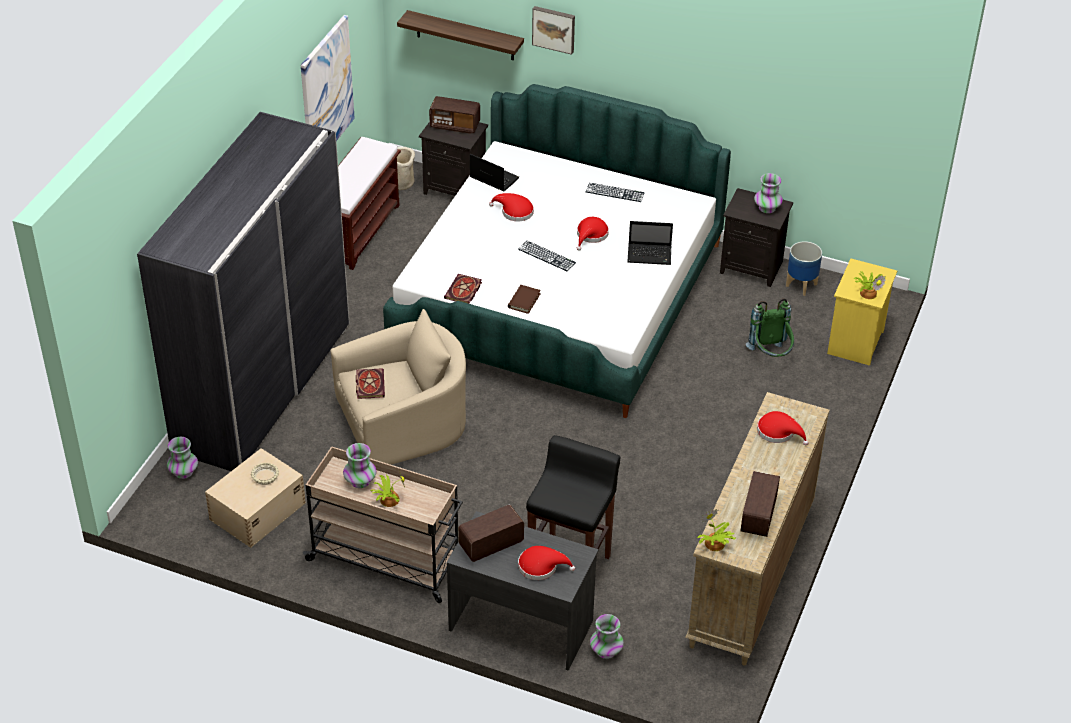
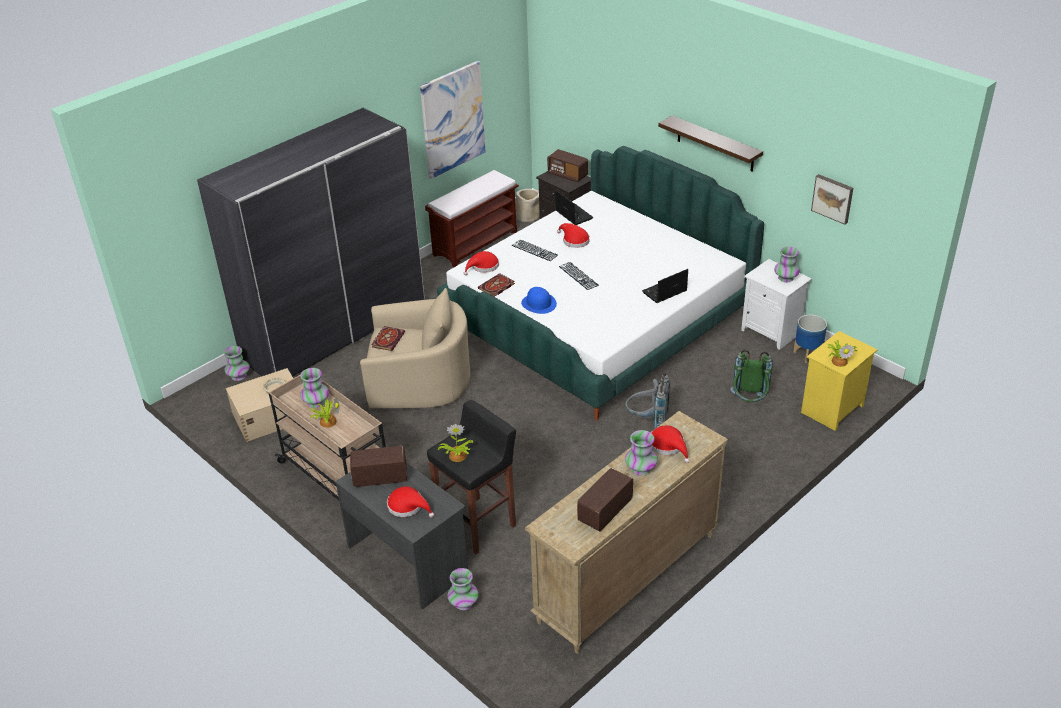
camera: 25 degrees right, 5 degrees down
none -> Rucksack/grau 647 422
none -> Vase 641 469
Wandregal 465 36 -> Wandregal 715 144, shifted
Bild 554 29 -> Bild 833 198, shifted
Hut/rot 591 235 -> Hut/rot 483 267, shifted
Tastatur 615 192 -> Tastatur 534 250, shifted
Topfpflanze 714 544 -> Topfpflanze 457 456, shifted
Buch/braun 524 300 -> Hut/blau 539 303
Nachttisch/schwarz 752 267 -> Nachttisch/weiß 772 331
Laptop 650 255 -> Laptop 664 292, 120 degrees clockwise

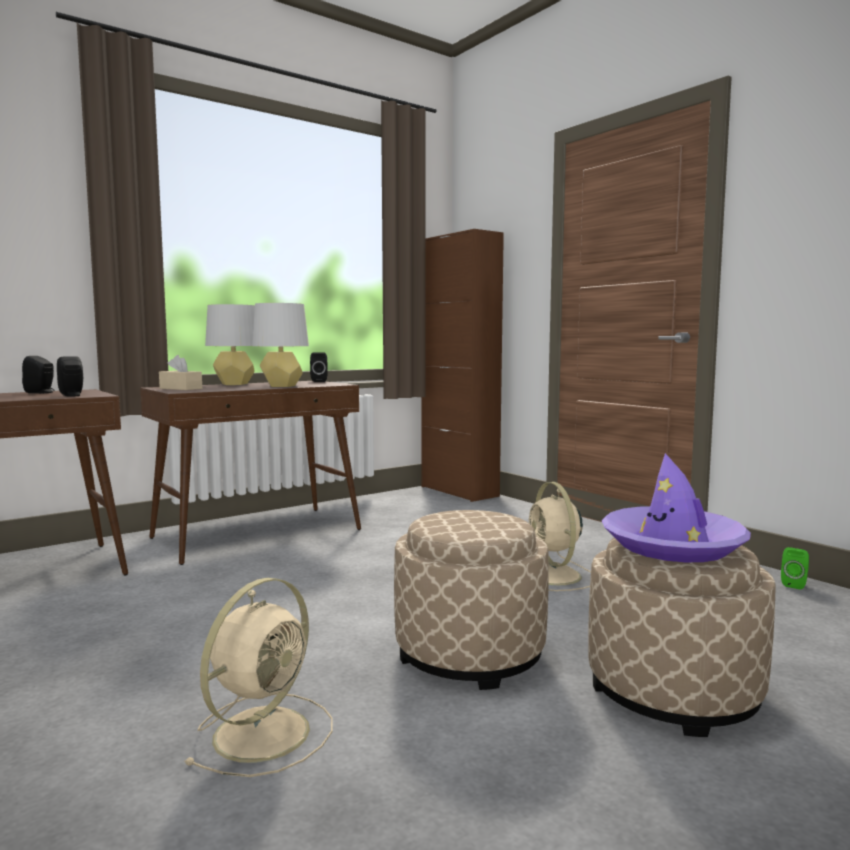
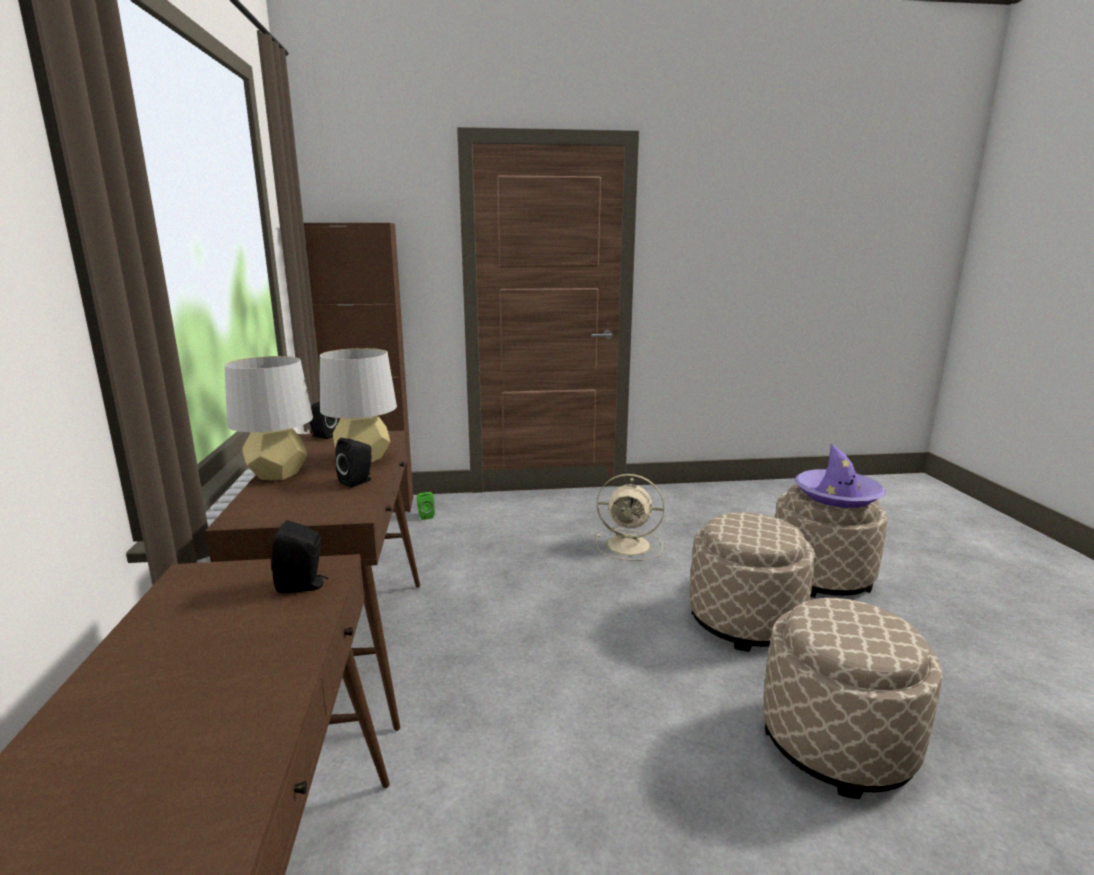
camera: 60 degrees left, 10 degrees up
Taschentuchbox/beige 181 388 -> none
Lautsprecher/schwarz 41 392 -> Lautsprecher/schwarz 358 481, shifted
Lautsprecher/grün 795 584 -> Lautsprecher/grün 425 516, shifted
Ventilator/beige 265 731 -> Polsterhocker/beige 837 742

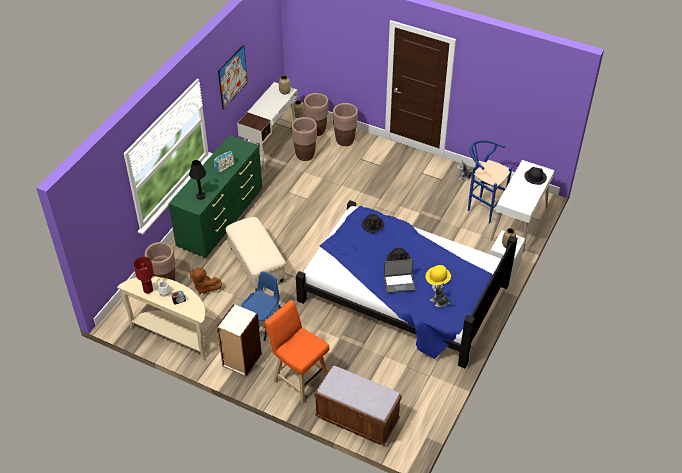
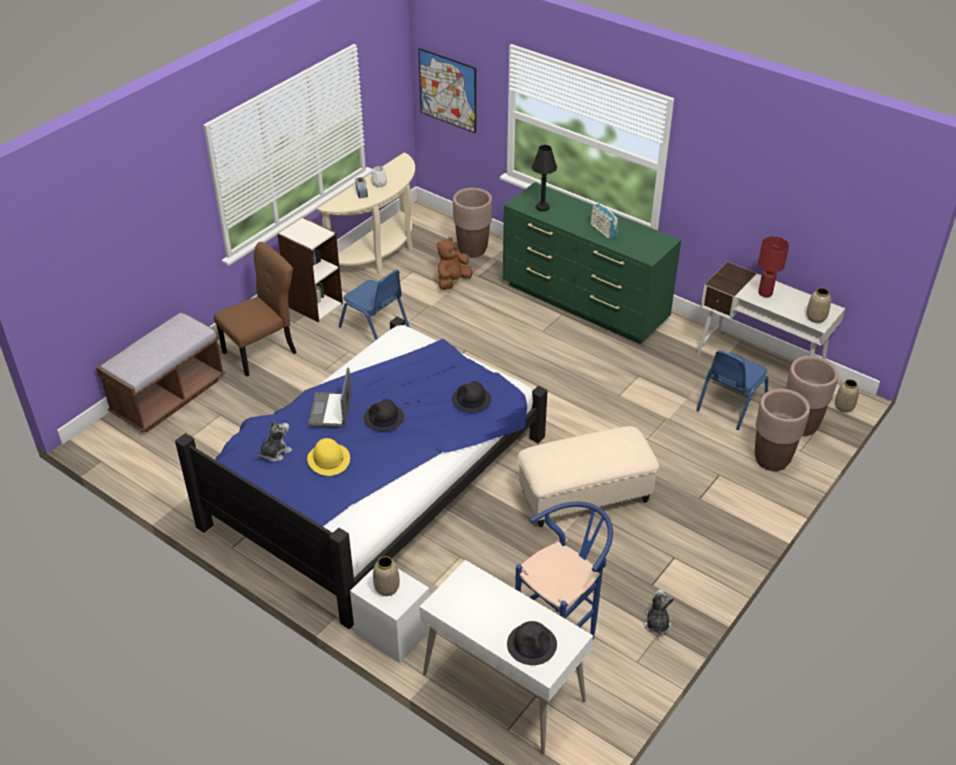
camera: 100 degrees right, 5 degrees down
Tischlampe/rot 148 290 -> Tischlampe/rot 764 293, shifted
Bild 232 76 -> Bild 447 90, shifted
Polsterhocker/beige 256 265 -> Polsterhocker/beige 585 495, shifted
Hocker/orange 299 378 -> Stuhl/braun 262 351
Pflanzkübel/braun 305 155 -> Stuhl/blau 730 404

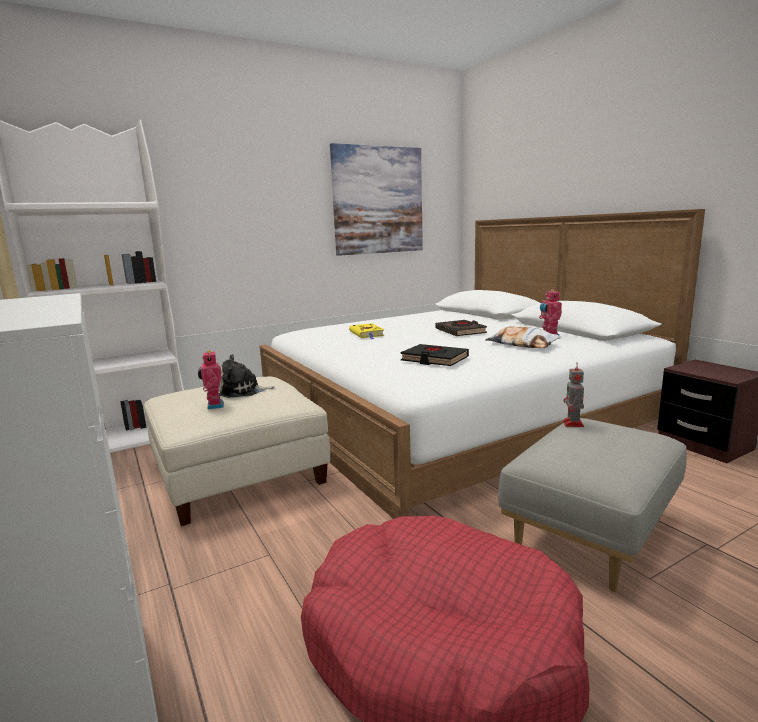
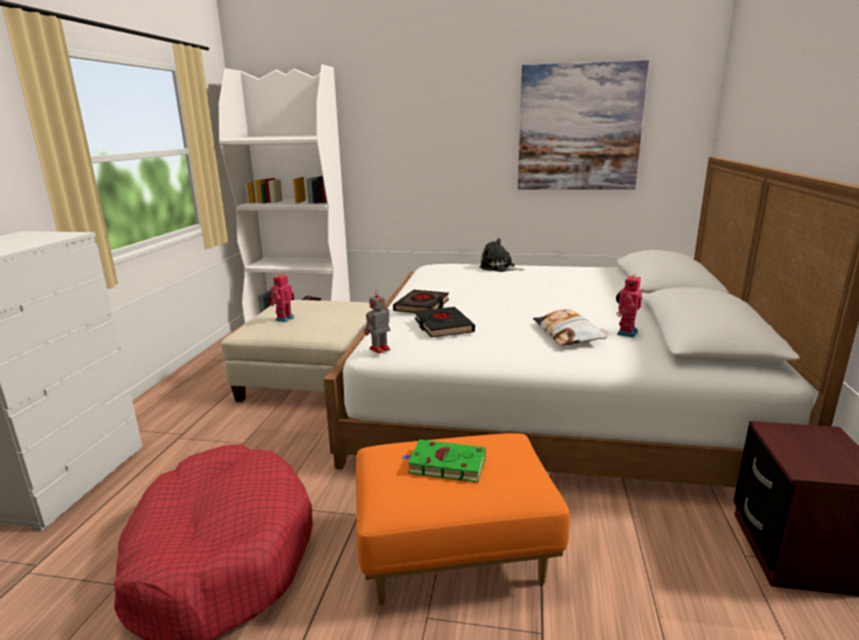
camera: 40 degrees right, 5 degrees up
Buch/gelb 367 334 -> none
none -> Buch/grün 445 465
Plüschtier 242 391 -> Plüschtier 499 268, shifted
Buch/schwarz 460 331 -> Buch/schwarz 422 306, shifted
Spielzeugroboter 573 424 -> Spielzeugroboter 378 349, shifted
Polsterhocker/grau 591 535 -> Polsterhocker/orange 453 556

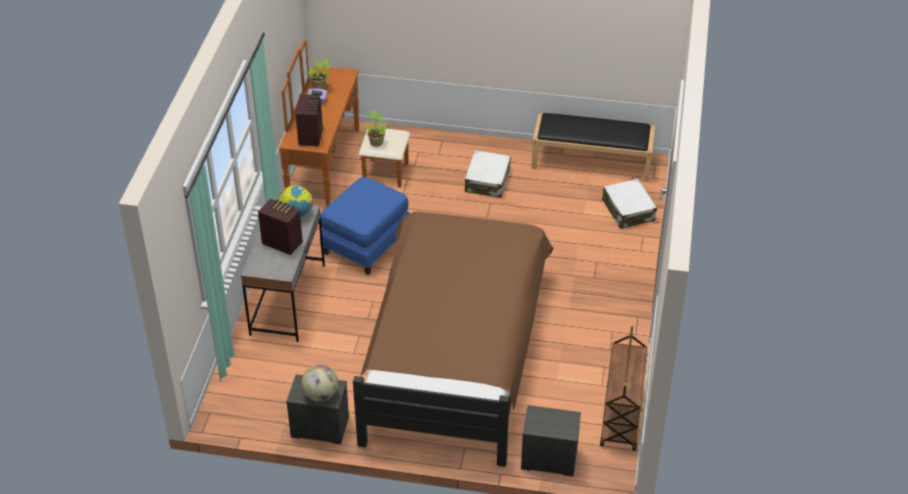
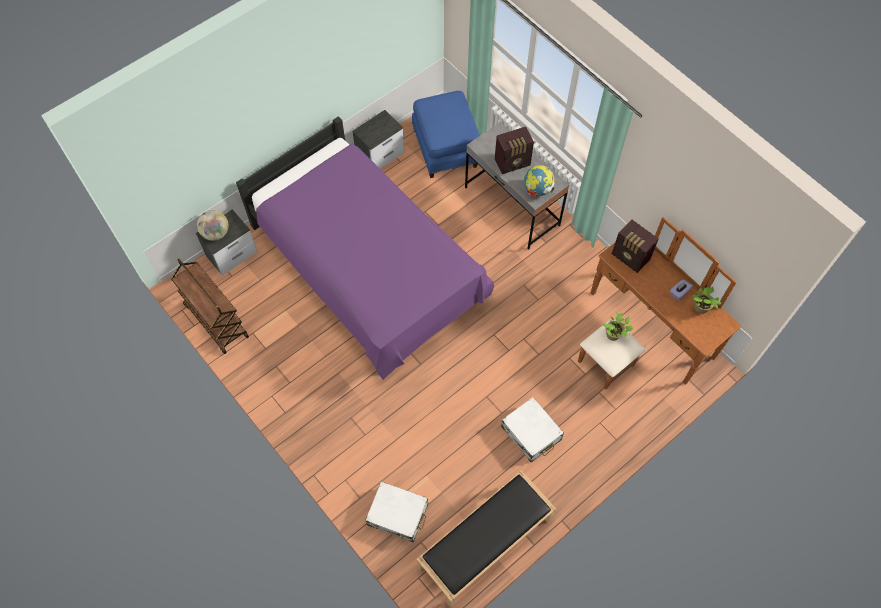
camera: 130 degrees right, 20 degrees up
Globus 321 395 -> Globus 216 233, shifted
Polsterhocker/blau 366 243 -> Polsterhocker/blau 446 147, shifted
Bett/braun 455 352 -> Bett/lila 368 269

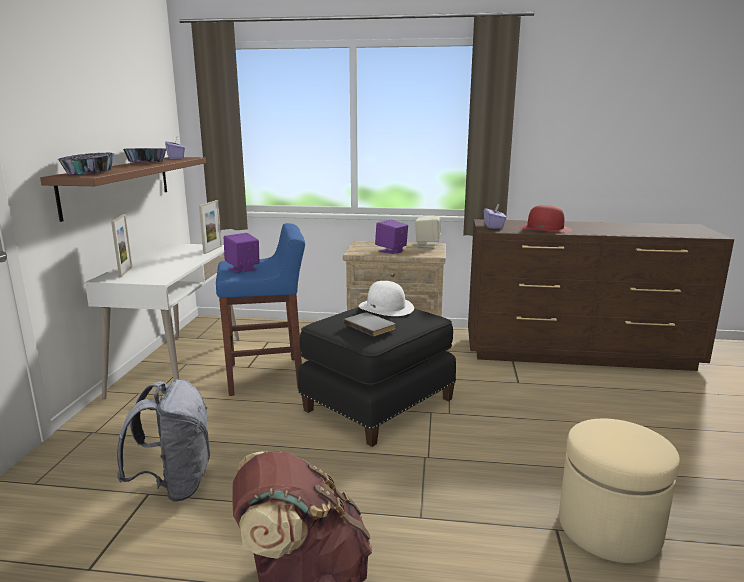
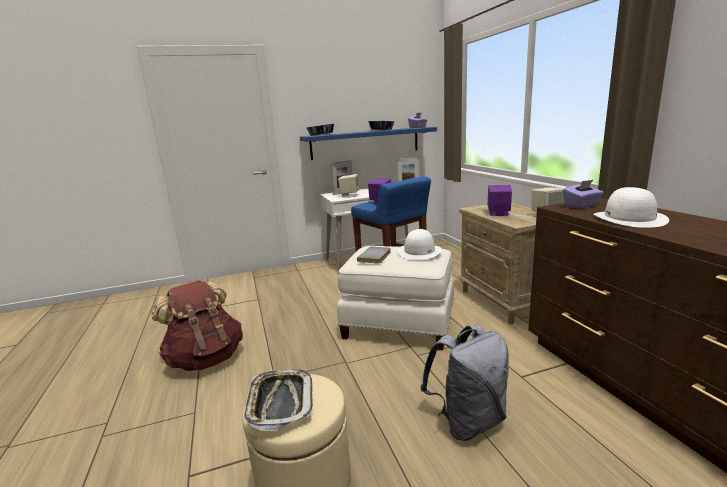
camera: 65 degrees right, 0 degrees up
none -> Tablett 280 402
none -> Lautsprecher/beige 349 195
Rucksack/grau 175 485 -> Rucksack/grau 468 421, shifted
Wandregal/braun 118 185 -> Wandregal/blau 365 143
Polsterhocker/schwarz 377 403 -> Polsterhocker/weiß 399 323
Hut/rot 545 228 -> Hut/weiß 629 218

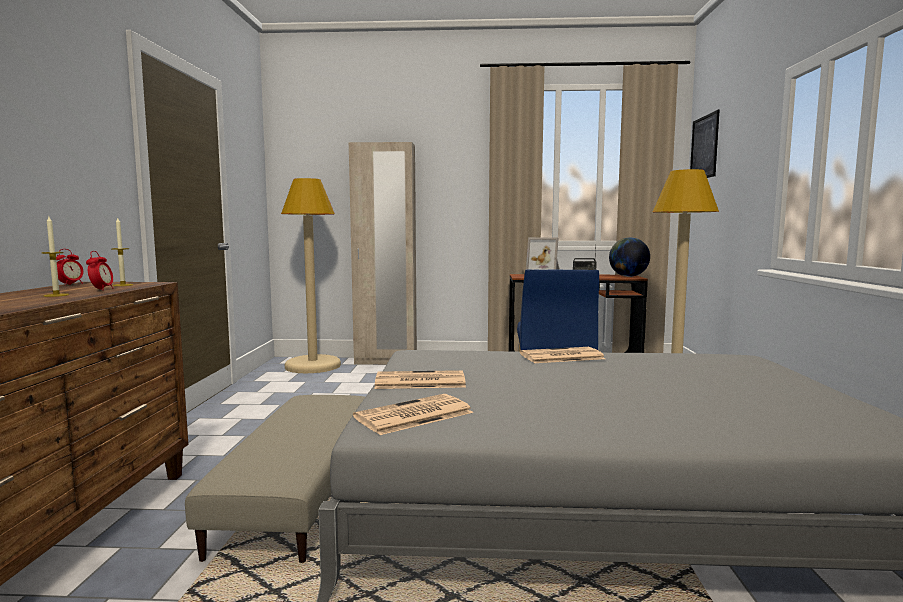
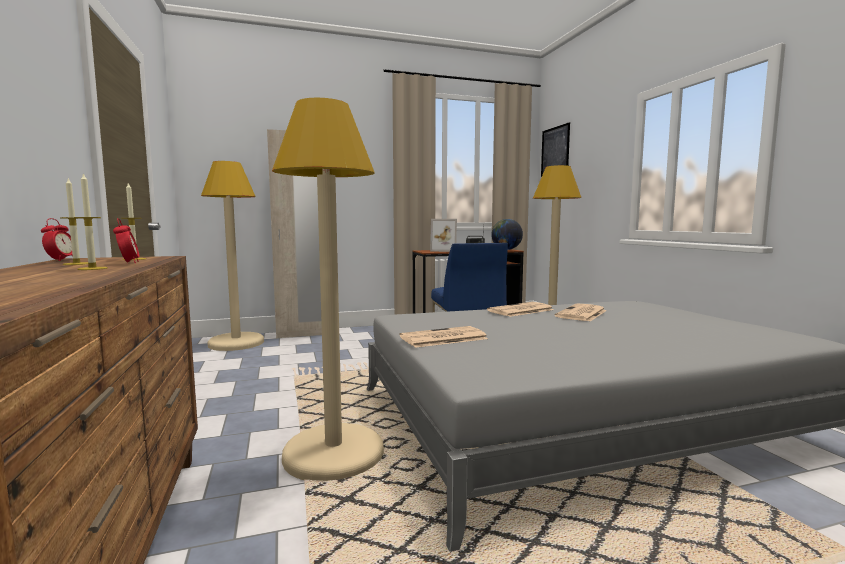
camera: 20 degrees left, 0 degrees up
none -> Kerze 77 264
Zeitung 412 415 -> Zeitung 581 314, shifted
Polsterhocker/beige 301 490 -> Stehlampe/beige 334 454

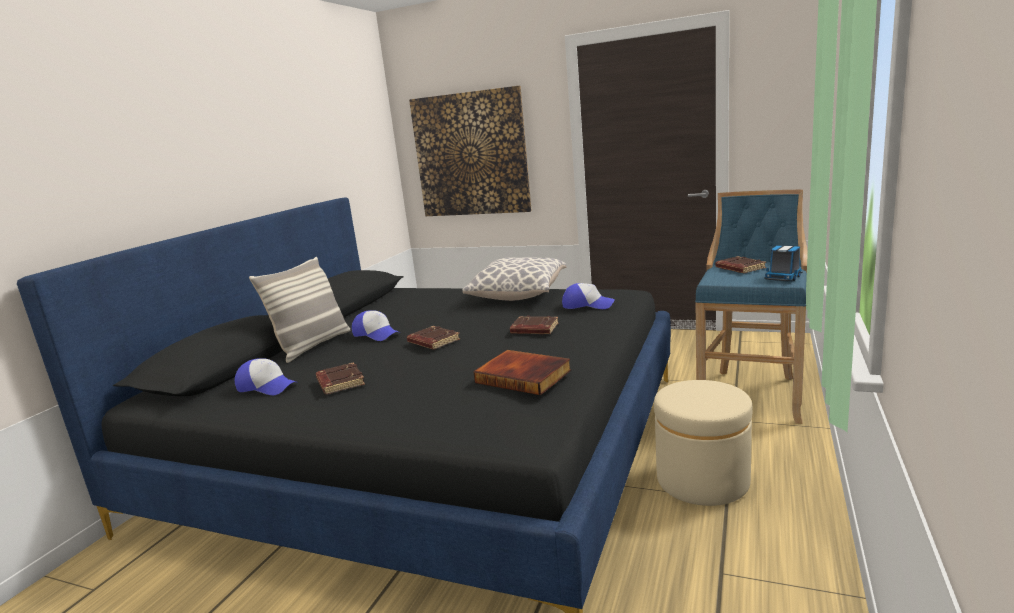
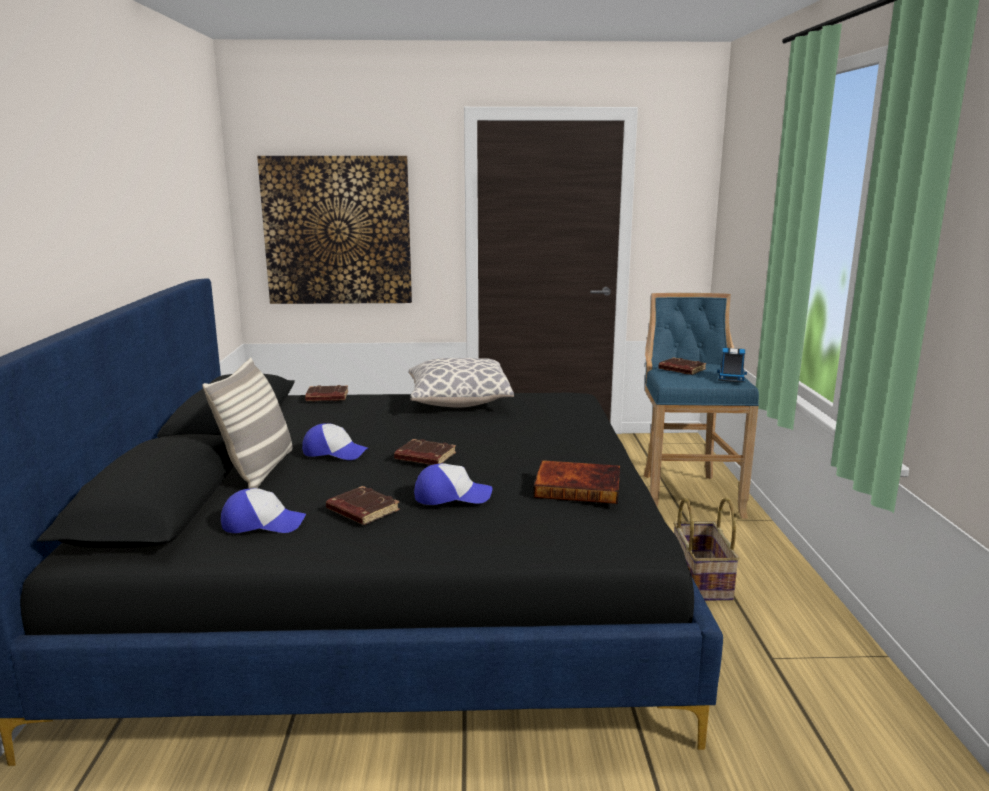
camera: 25 degrees left, 0 degrees up
Buch/braun 534 329 -> Buch/braun 326 397, shifted
Kappe 587 305 -> Kappe 452 496, shifted
Polsterhocker/beige 702 480 -> Korb 699 580

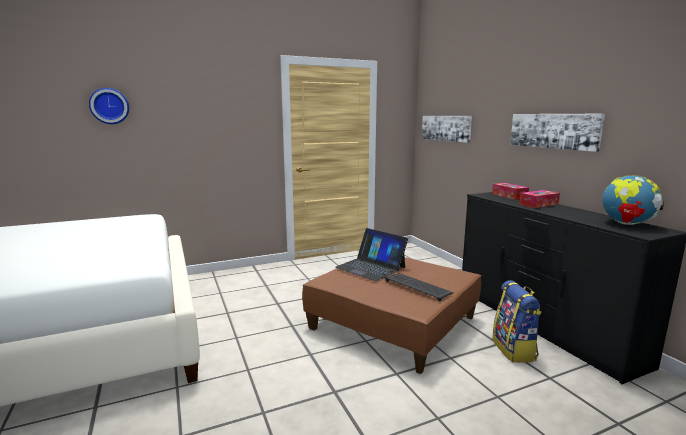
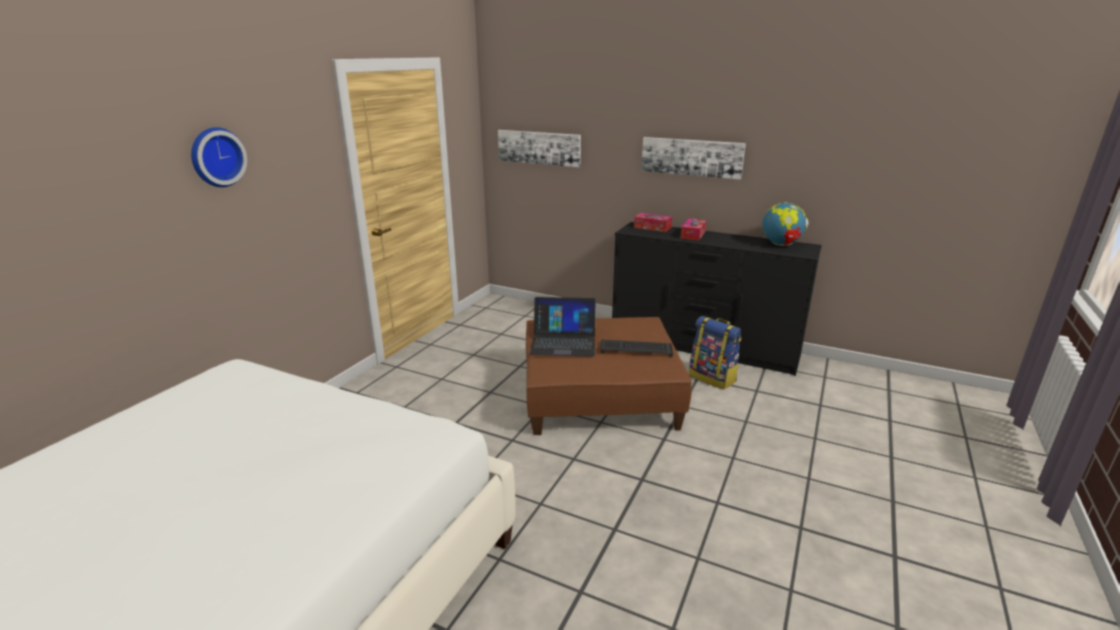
camera: 40 degrees left, 10 degrees up
Wanduhr 109 106 -> Wanduhr 216 157, shifted

